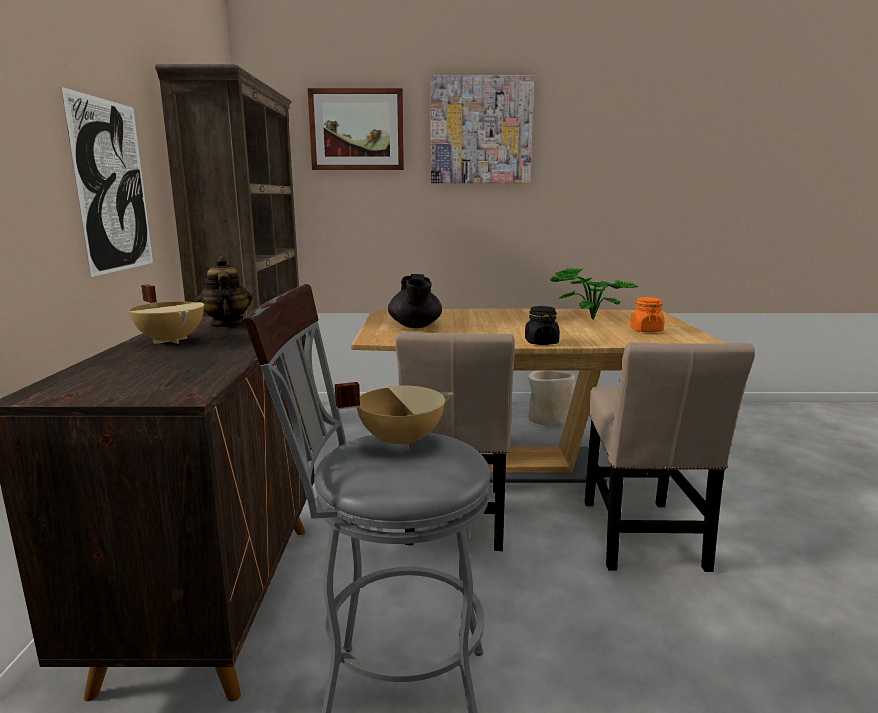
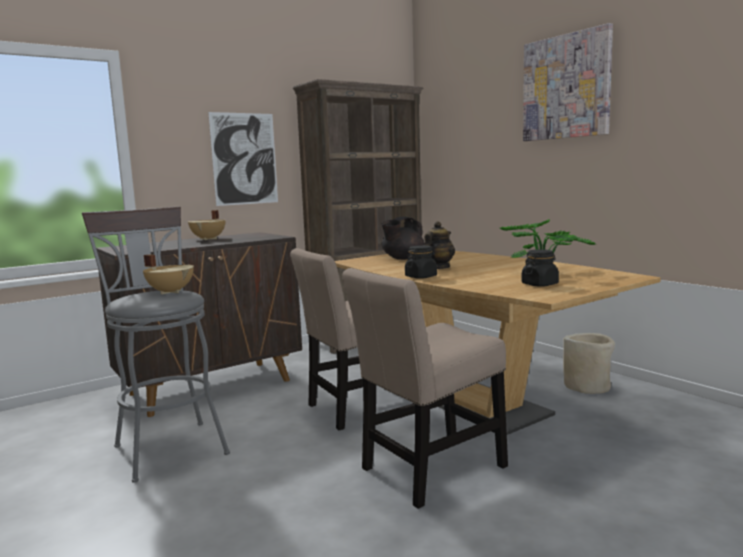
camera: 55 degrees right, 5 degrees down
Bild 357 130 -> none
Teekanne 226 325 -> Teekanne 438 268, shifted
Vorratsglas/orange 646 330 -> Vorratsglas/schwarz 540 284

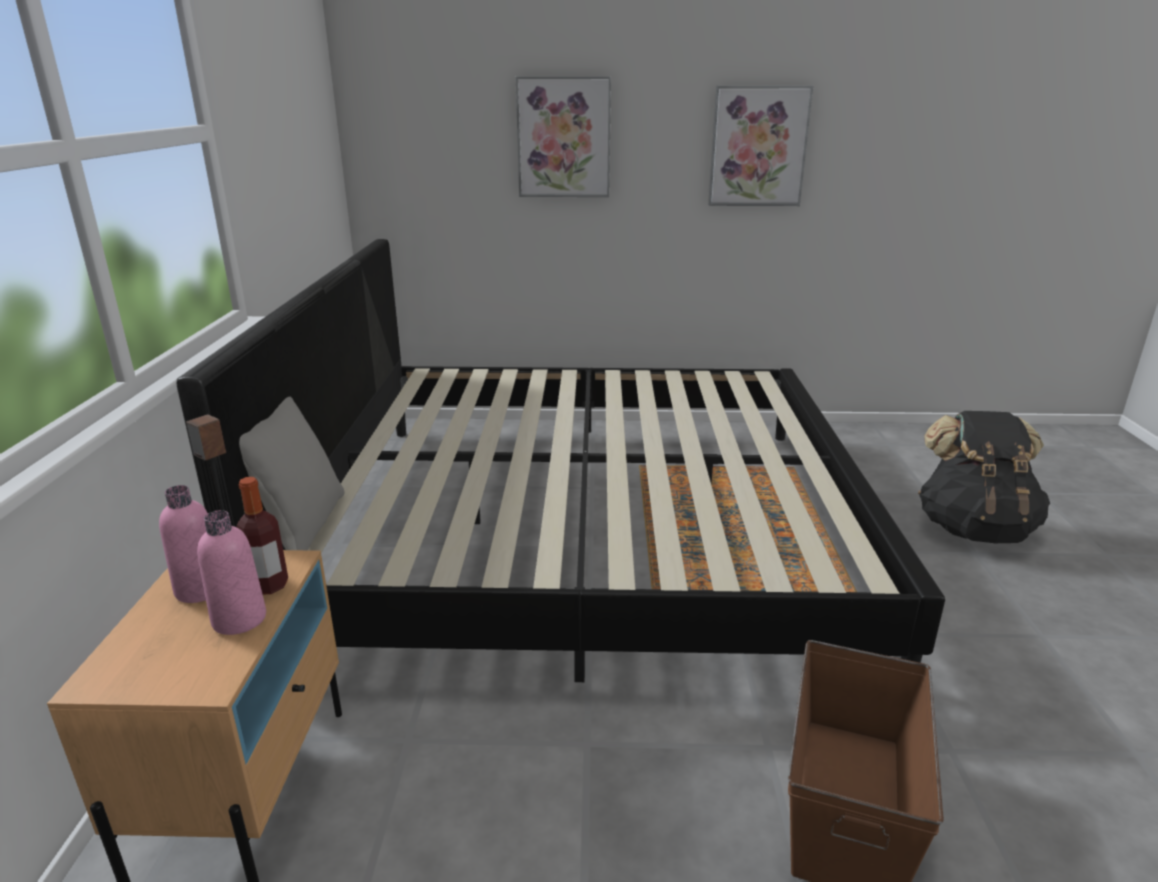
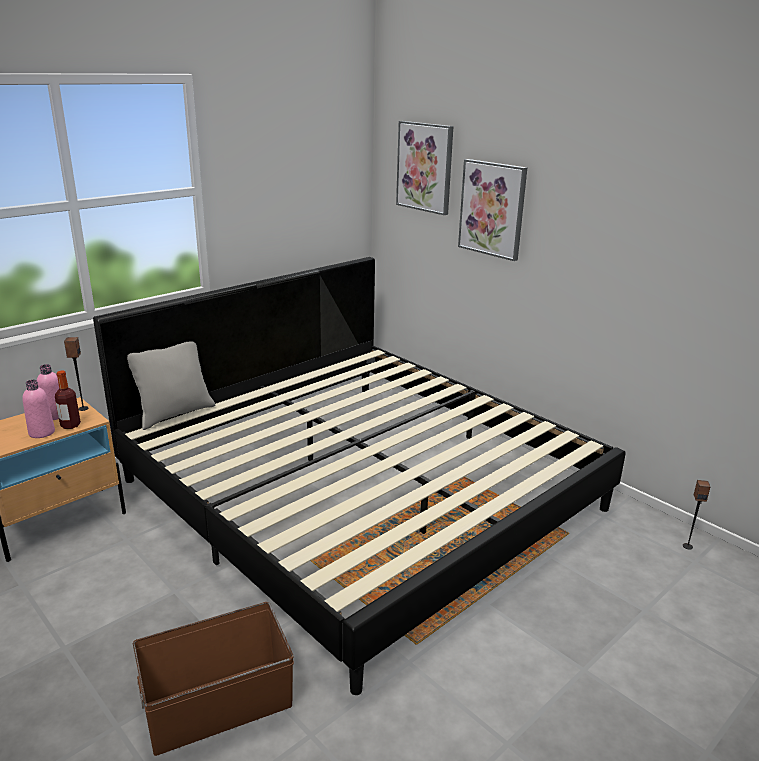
camera: 45 degrees right, 0 degrees up
Rucksack/schwarz 973 528 -> none
none -> Lautsprecher 687 546
Bild 758 146 -> Bild 425 167, shifted

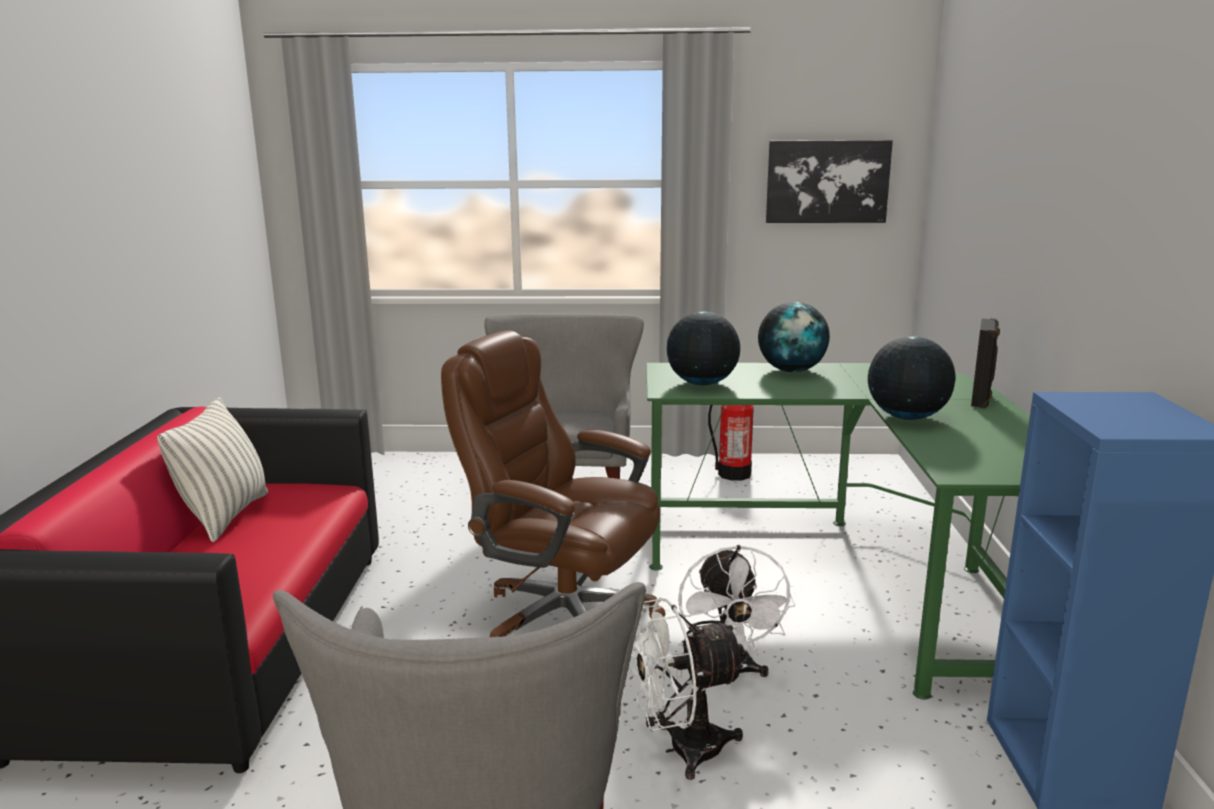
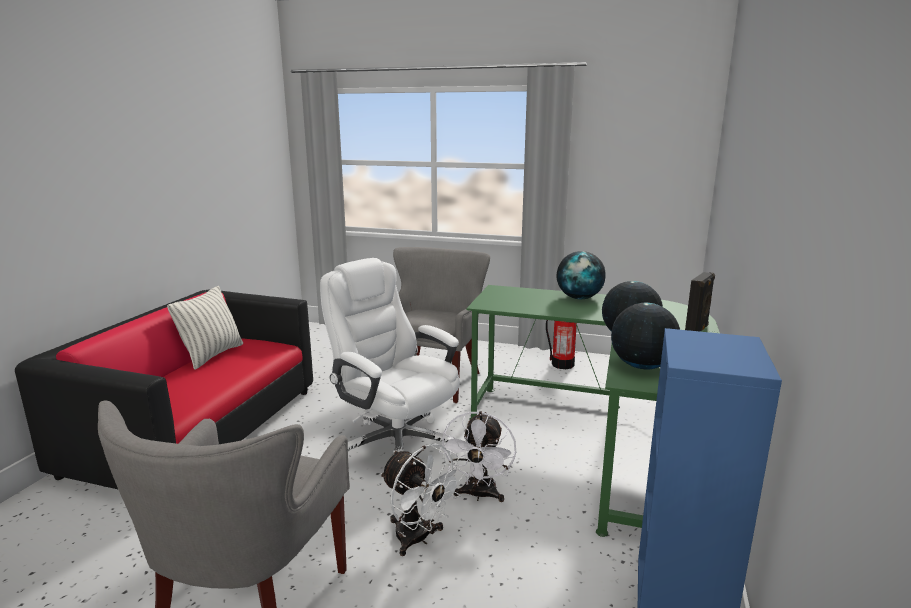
camera: 15 degrees right, 0 degrees up
Bild 827 181 -> none
Globus 701 383 -> Globus 641 366, shifted
Bürostuhl/braun 562 619 -> Bürostuhl/weiß 396 444
Ventilator/weiß 681 749 -> Ventilator/weiß 419 539, 135 degrees counterclockwise

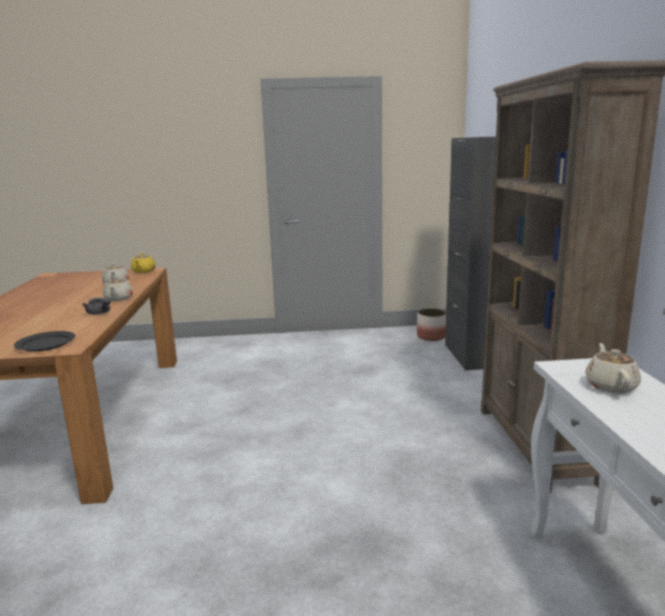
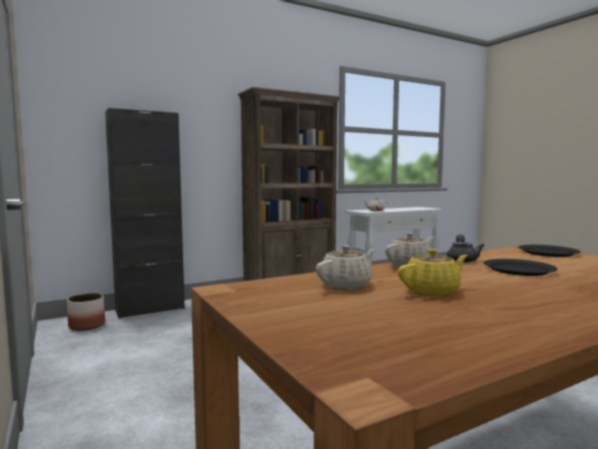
camera: 115 degrees left, 10 degrees down
none -> Teller/schwarz 518 270
Teekanne/gelb 143 271 -> Teekanne/gelb 432 292, shifted

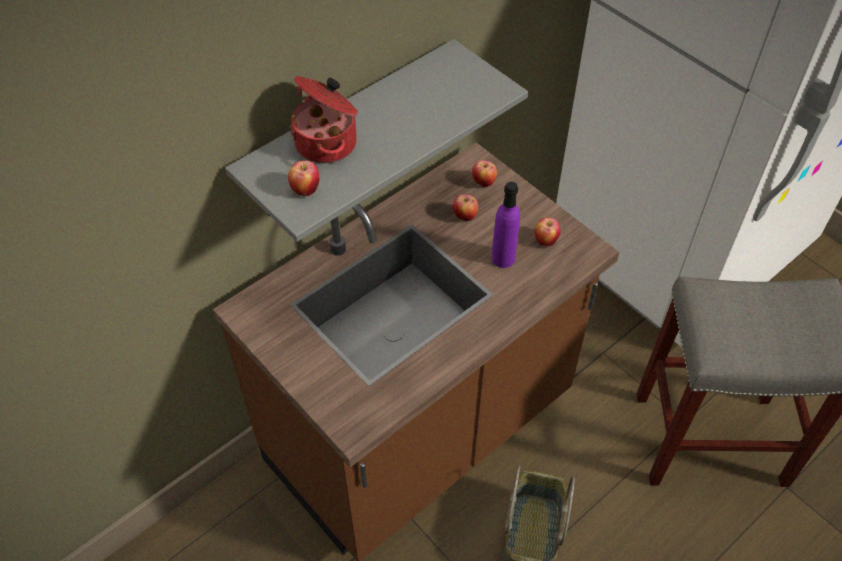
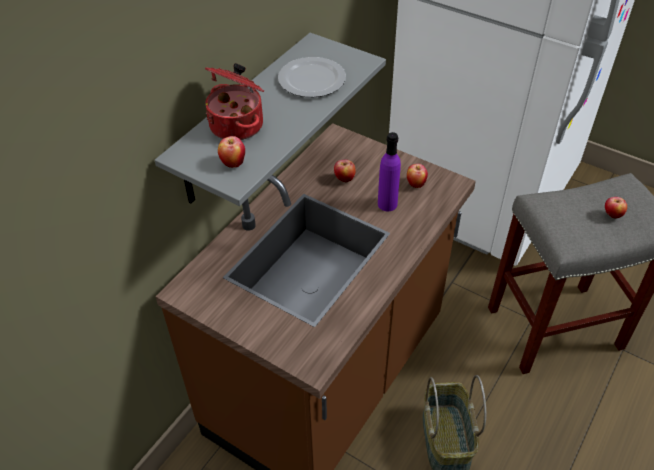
camera: 15 degrees left, 5 degrees down
none -> Teller 311 80
Apfel 483 183 -> Apfel 612 215, shifted

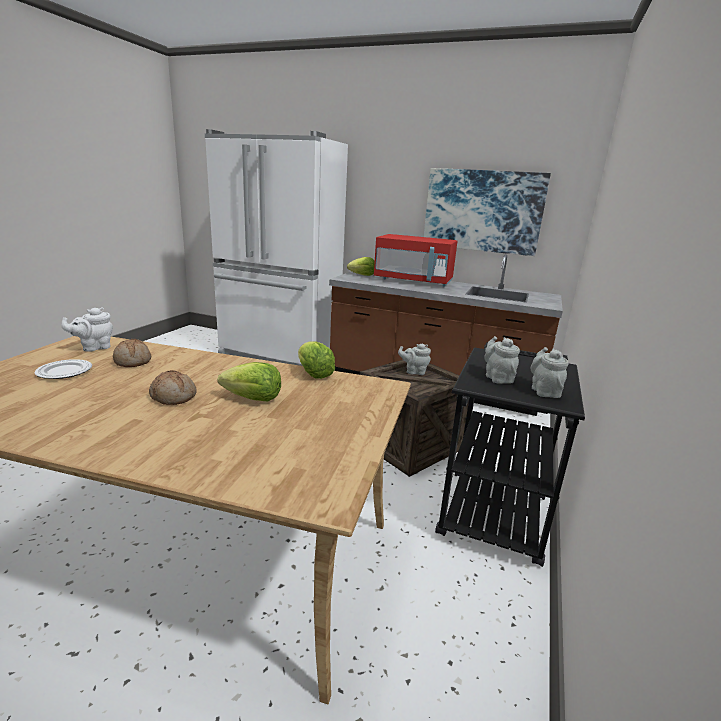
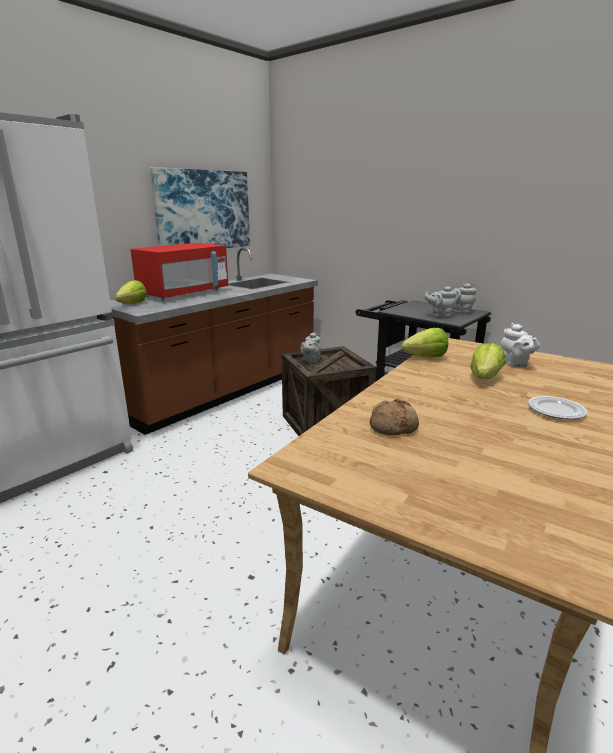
camera: 70 degrees left, 0 degrees up
Brot 174 396 -> none
Teller 64 372 -> Teller 556 411, shifted
Teekanne/weiß 94 347 -> Teekanne/weiß 515 364, shifted

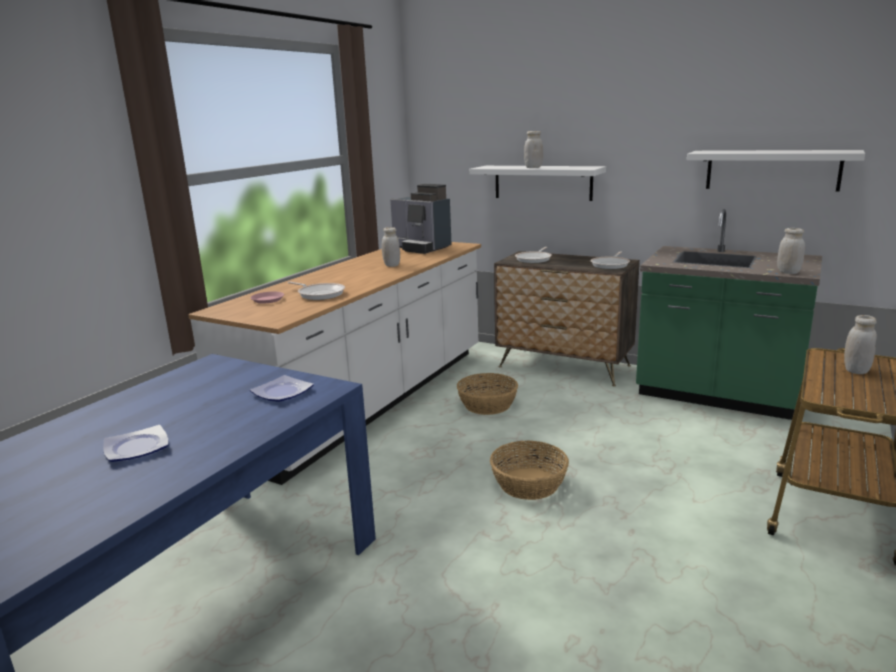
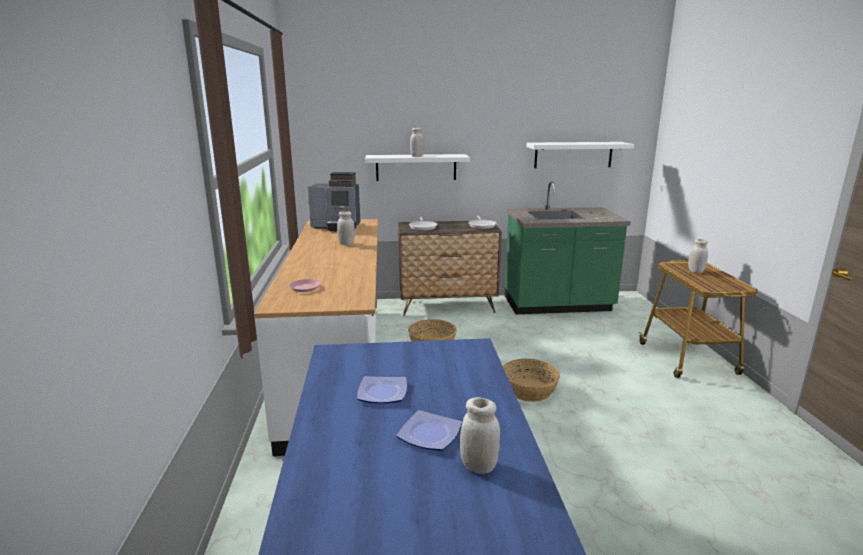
camera: 35 degrees left, 0 degrees up
Pfanne 320 294 -> none
Teller 281 392 -> Teller 381 393, shifted
Vorratsglas/weiß 788 272 -> Vorratsglas/weiß 478 466, shifted

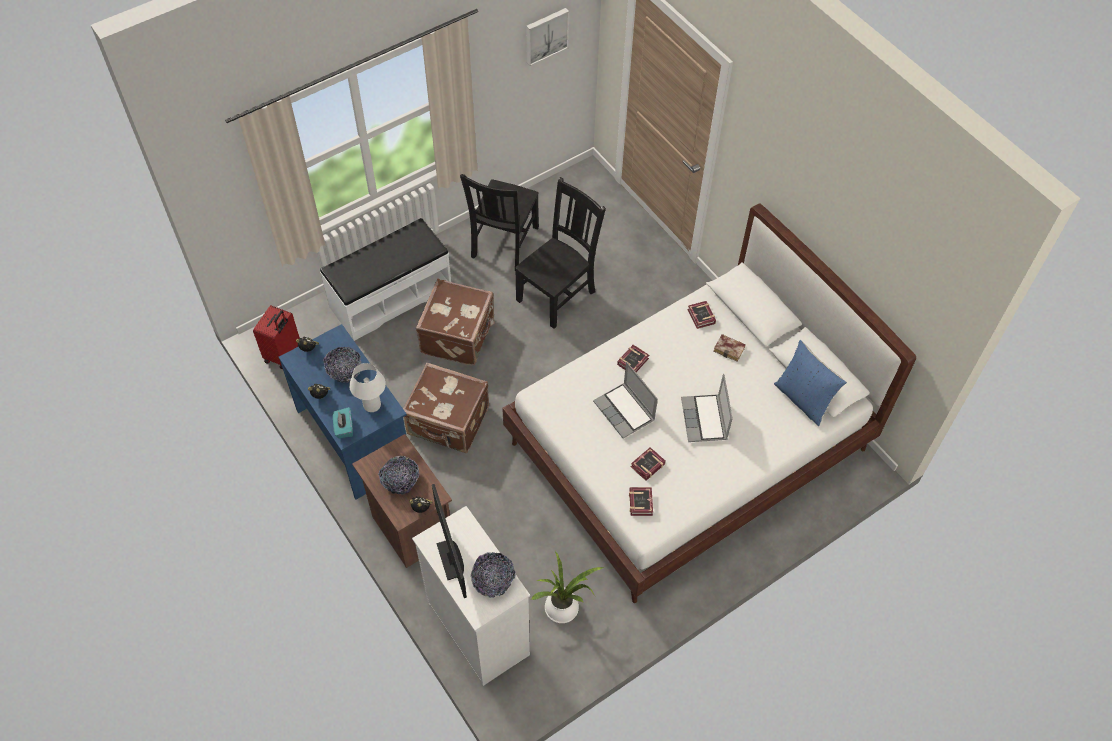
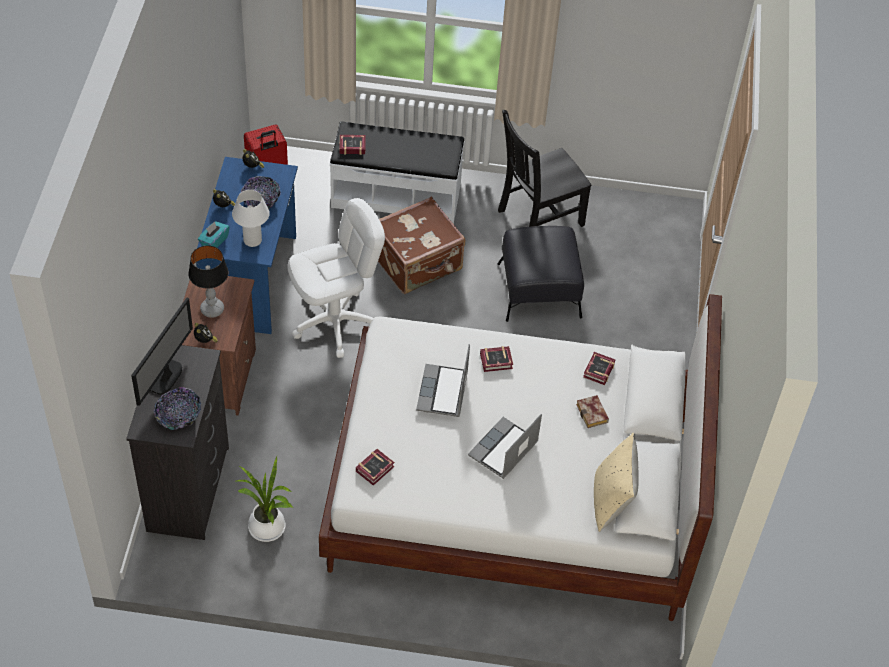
camera: 40 degrees right, 5 degrees down
Bild 546 35 -> none
Buch 646 466 -> Buch 351 146, shifted
Schüssel 400 480 -> Tischlampe 212 309
Koffer/braun 448 422 -> Bürostuhl/weiß 335 322
Stuhl/schwarz 558 294 -> Polsterhocker/schwarz 539 290
Kommode/weiß 478 627 -> Kommode/schwarz 189 488
Kissen/blau 803 399 -> Kissen/beige 611 501

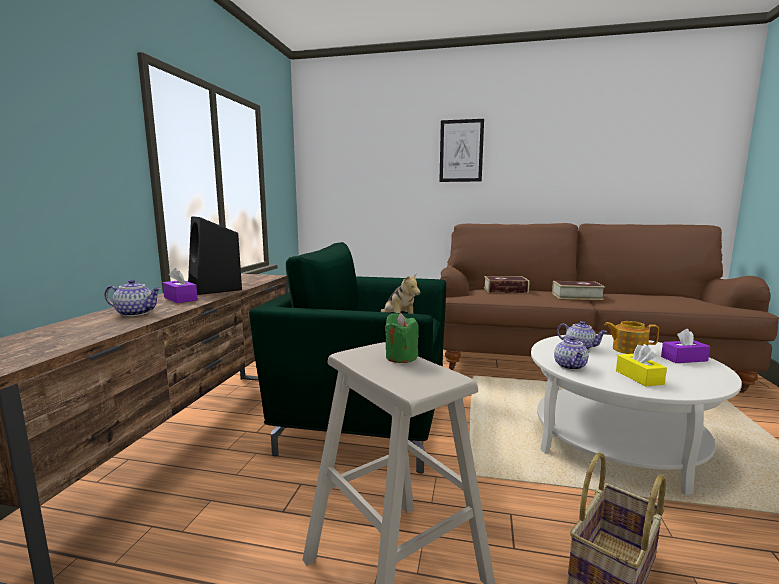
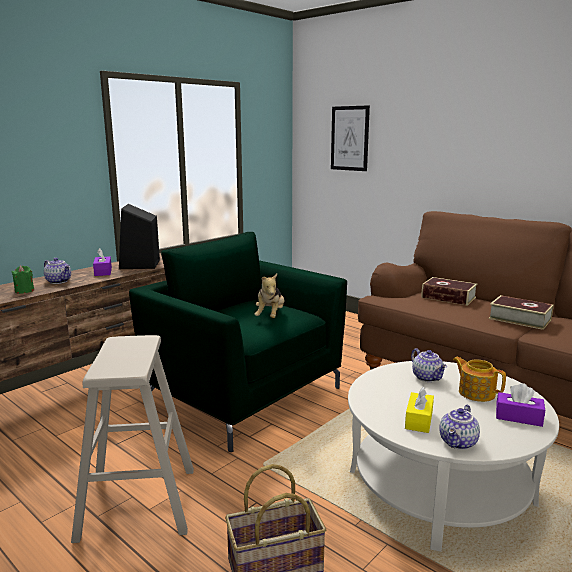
camera: 30 degrees right, 5 degrees up
Kerze/grün 401 357 -> Kerze/grün 24 291, shifted
Bild 461 151 -> Bild 349 138, shifted
Teekanne 571 366 -> Teekanne 459 443, shifted

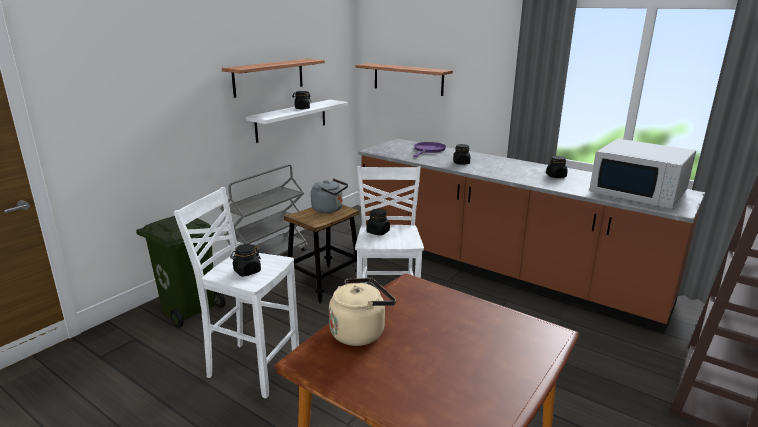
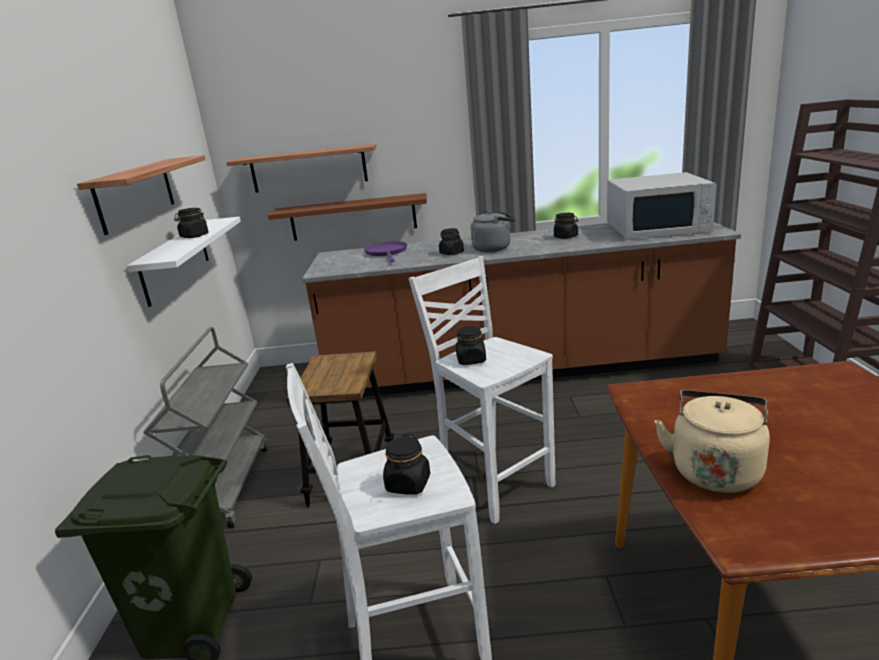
camera: 35 degrees left, 0 degrees up
none -> Wandregal/braun 353 217
Wasserkessel/grau 329 209 -> Wasserkessel/grau 494 248, shifted

